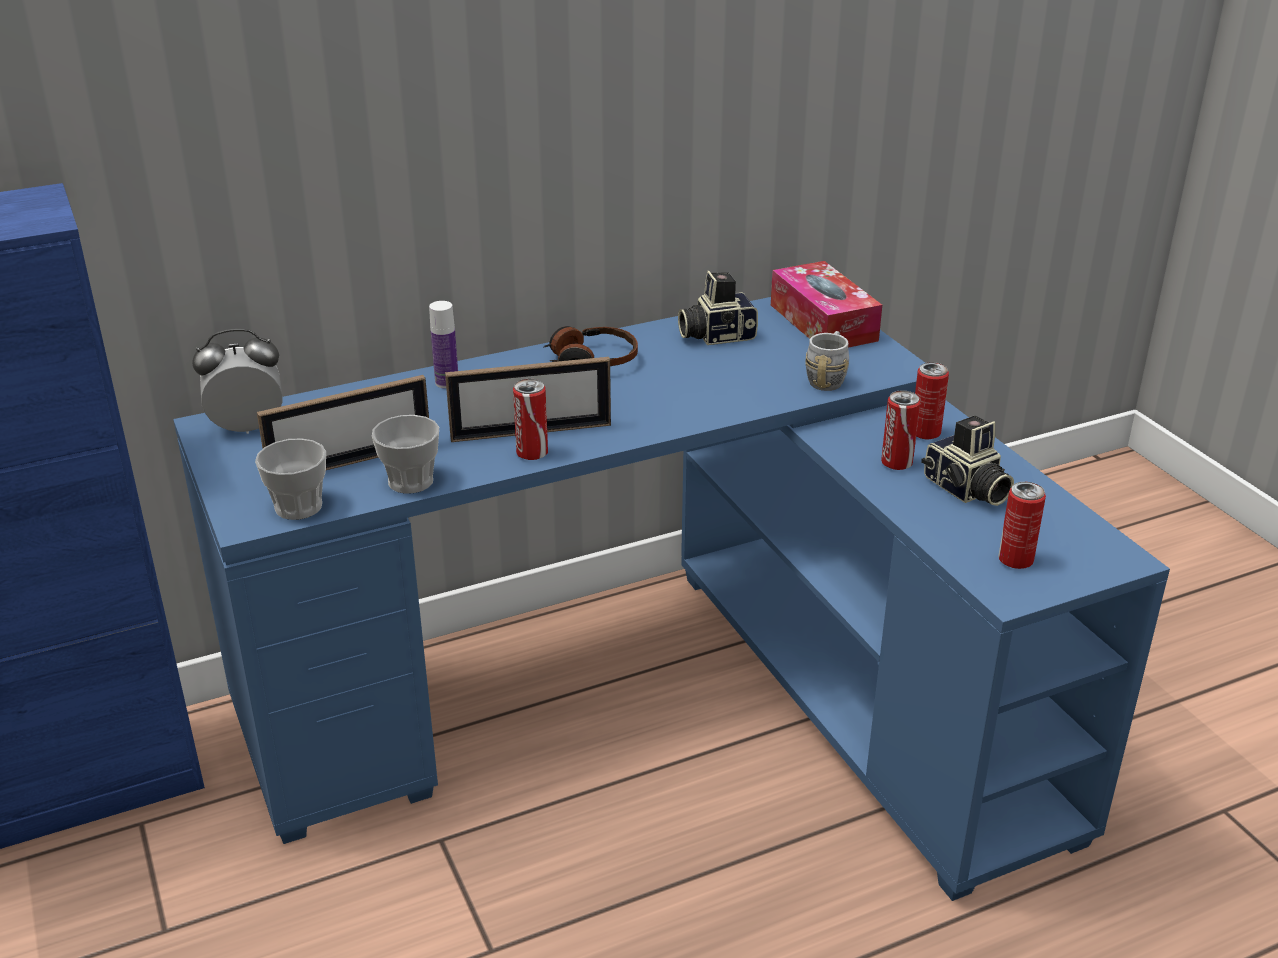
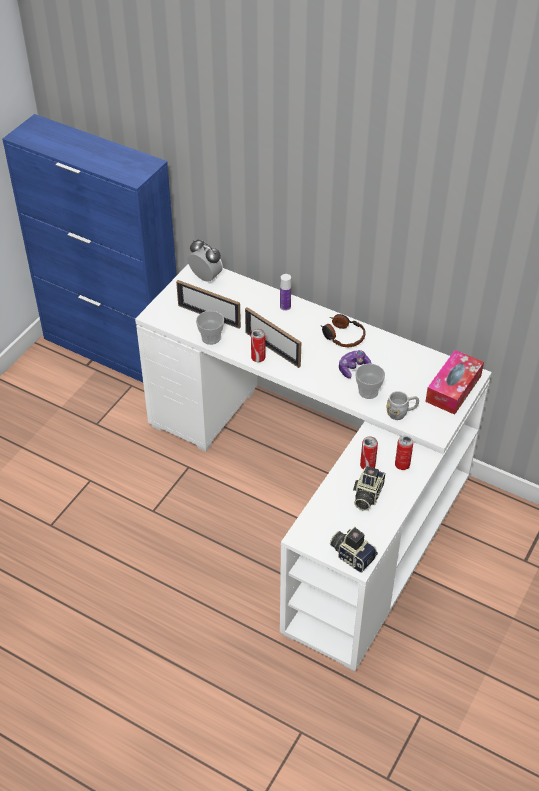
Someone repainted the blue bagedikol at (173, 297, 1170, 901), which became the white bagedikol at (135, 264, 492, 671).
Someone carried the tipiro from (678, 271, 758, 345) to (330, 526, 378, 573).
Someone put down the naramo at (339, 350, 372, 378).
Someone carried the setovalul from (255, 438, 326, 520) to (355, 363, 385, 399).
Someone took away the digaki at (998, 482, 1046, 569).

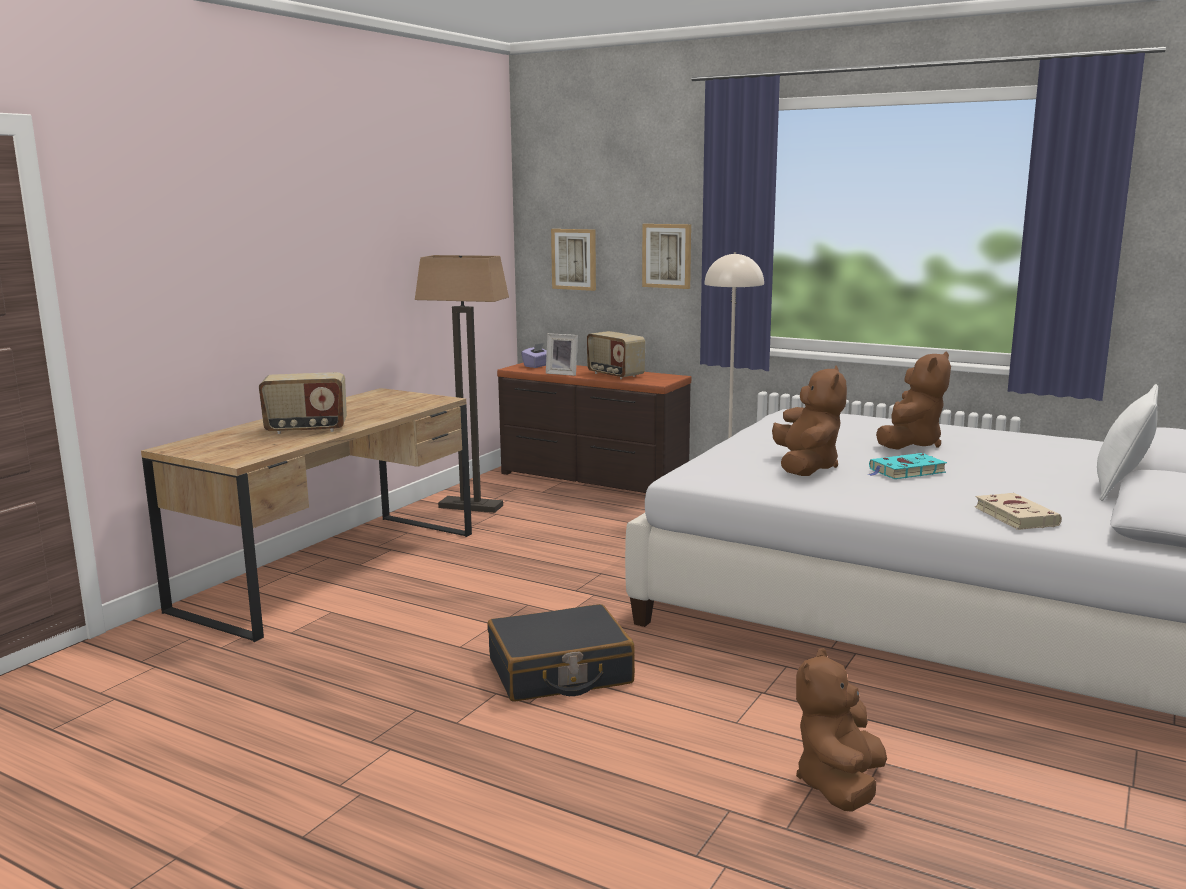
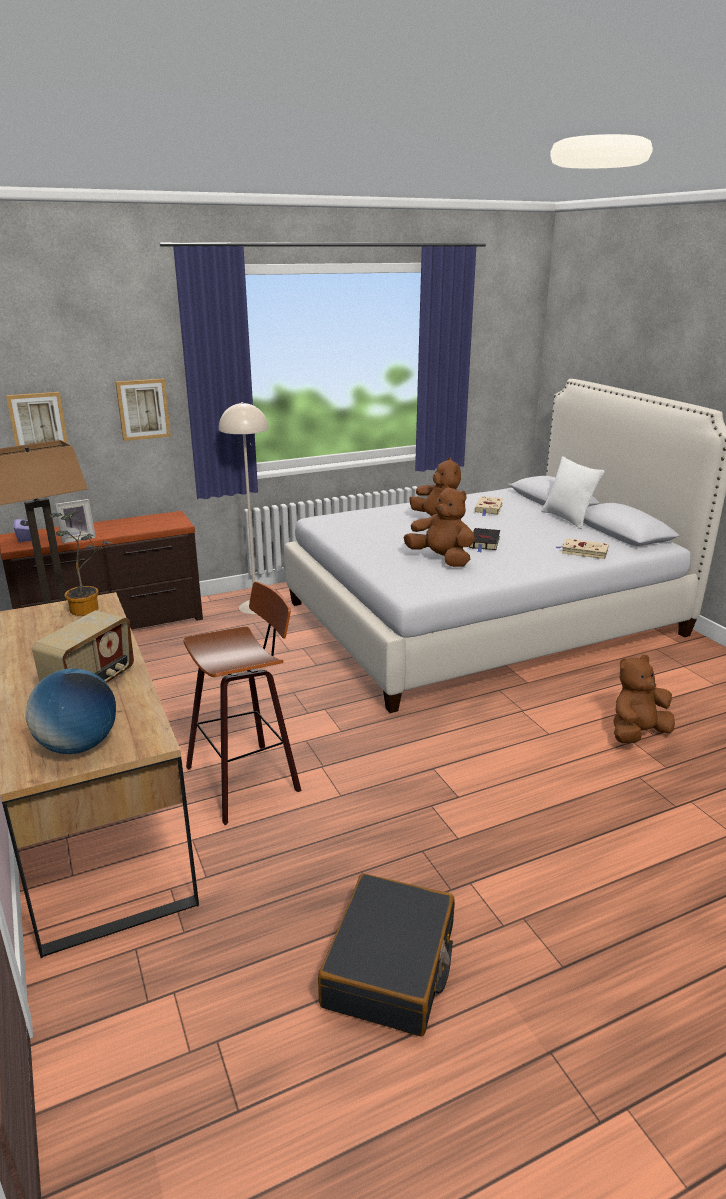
Someone put down the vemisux at (25, 668, 116, 754).
Someone put down the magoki at (49, 511, 113, 616).
Someone put down the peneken at (184, 582, 301, 825).
Someone carried the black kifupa from (488, 604, 635, 702) to (318, 873, 455, 1036).
Someone repainted the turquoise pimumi at (868, 453, 947, 479), which became the black pimumi at (469, 528, 500, 552).
Someone put down the beige pimumi at (474, 496, 503, 516).
Someone rotated the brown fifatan at (796, 648, 887, 812) by 90 degrees clockwise.
Someone took away the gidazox at (587, 331, 645, 379).

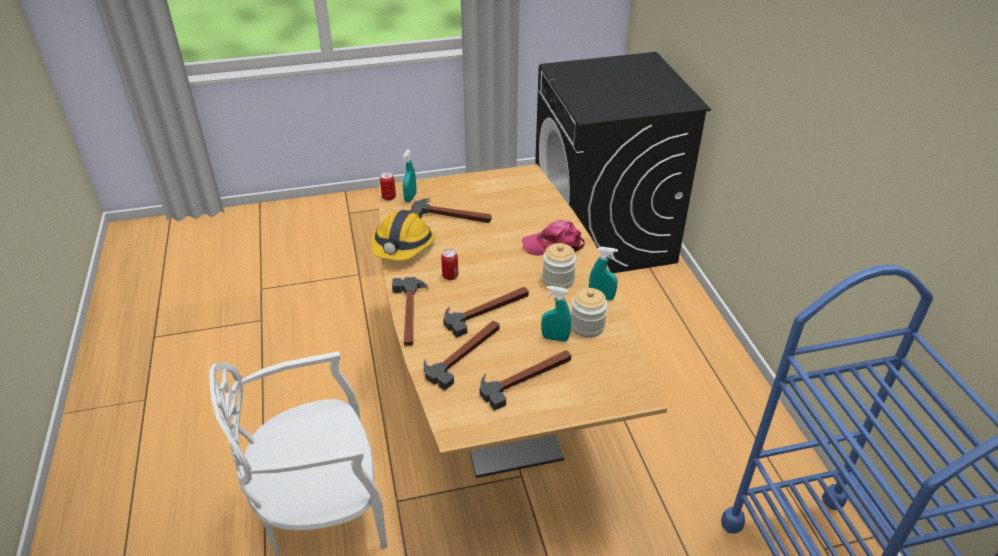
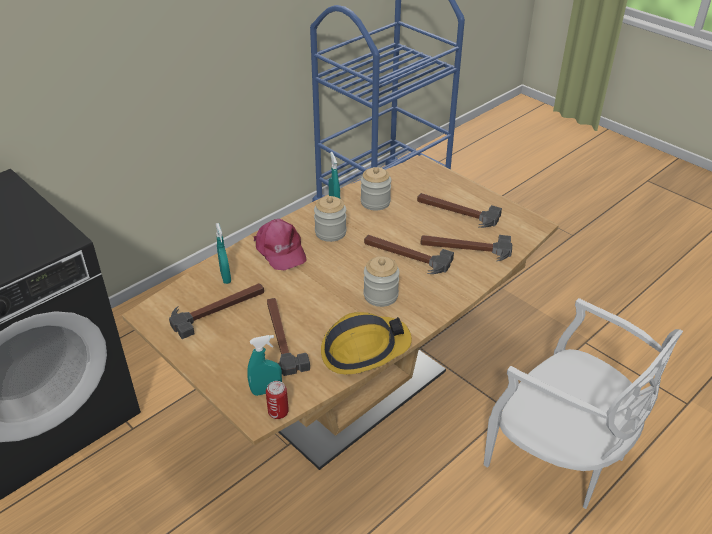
Someone carried the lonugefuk from (392, 277, 429, 346) to (169, 283, 264, 339).
Someone carried the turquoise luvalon from (541, 286, 571, 342) to (216, 223, 231, 284).
Someone swapped the digaki at (441, 249, 458, 280) for the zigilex at (363, 257, 400, 307).

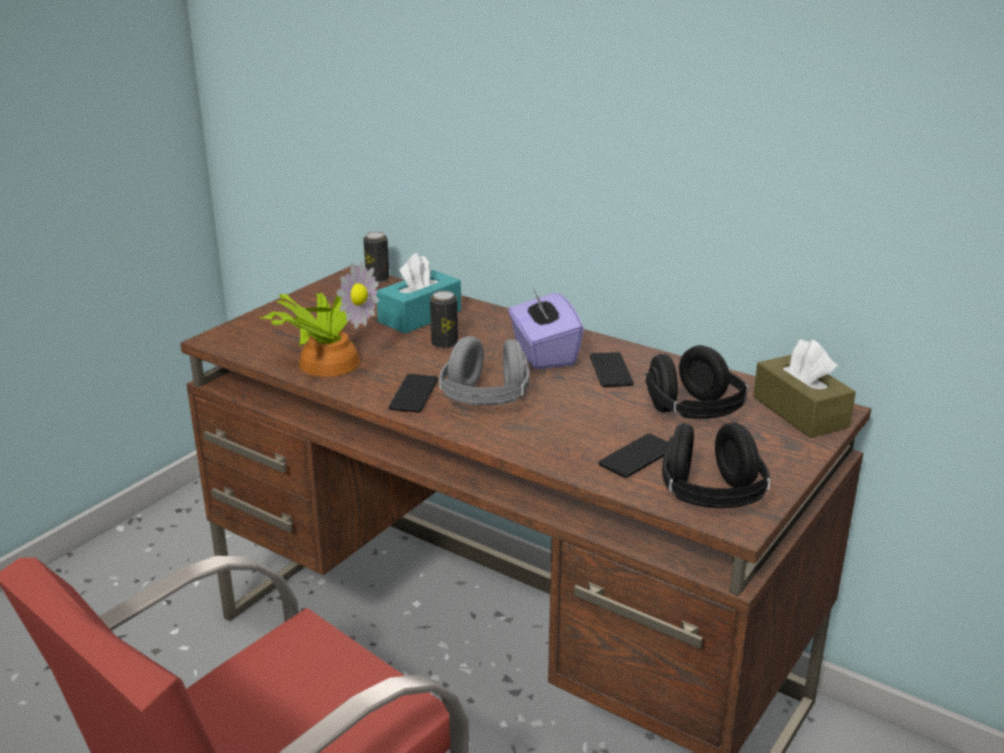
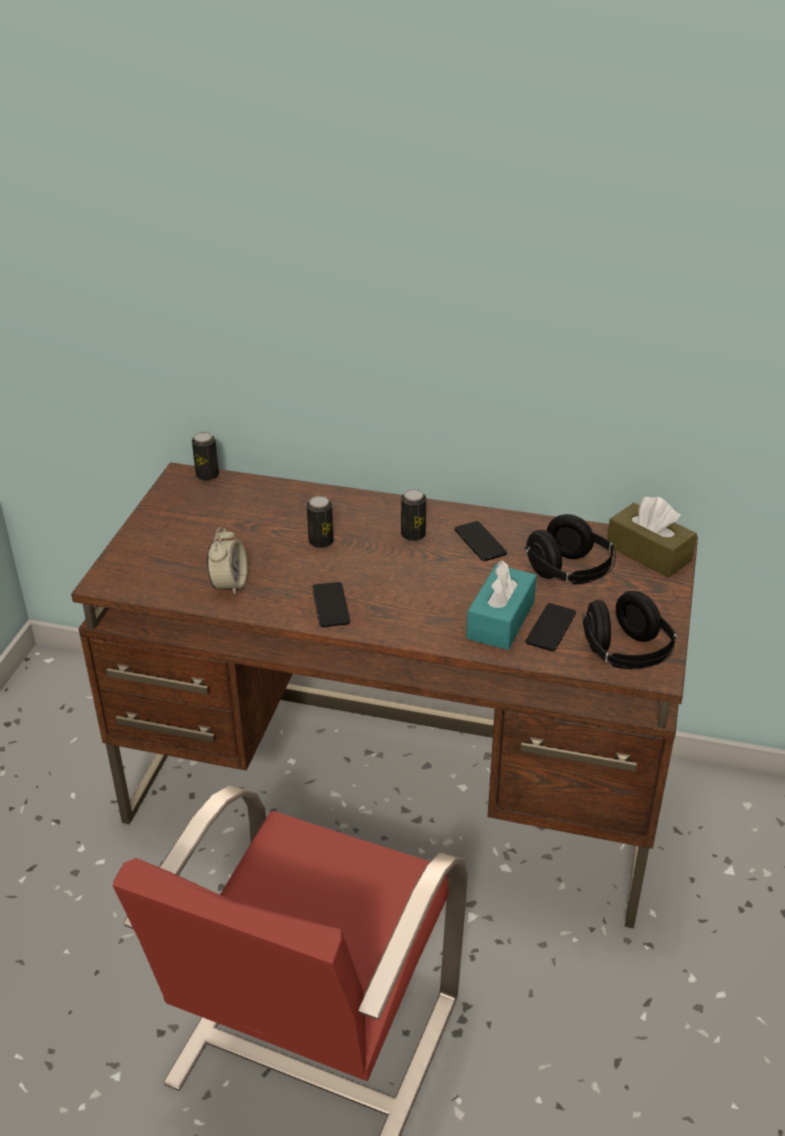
Someone swapped the magoki at (259, 262, 379, 377) for the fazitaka at (207, 527, 248, 596).
Someone swapped the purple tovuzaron at (508, 288, 584, 370) for the digaki at (401, 489, 426, 541).
Someone carried the turquoise tovuzaron from (376, 253, 461, 334) to (466, 560, 537, 650).
Someone took away the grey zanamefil at (439, 336, 529, 406).

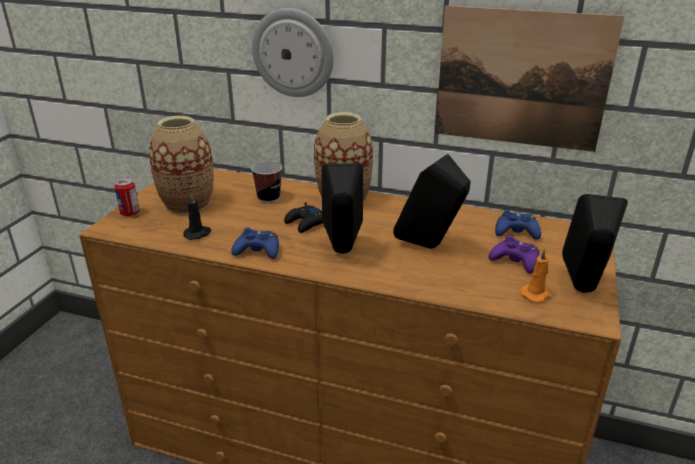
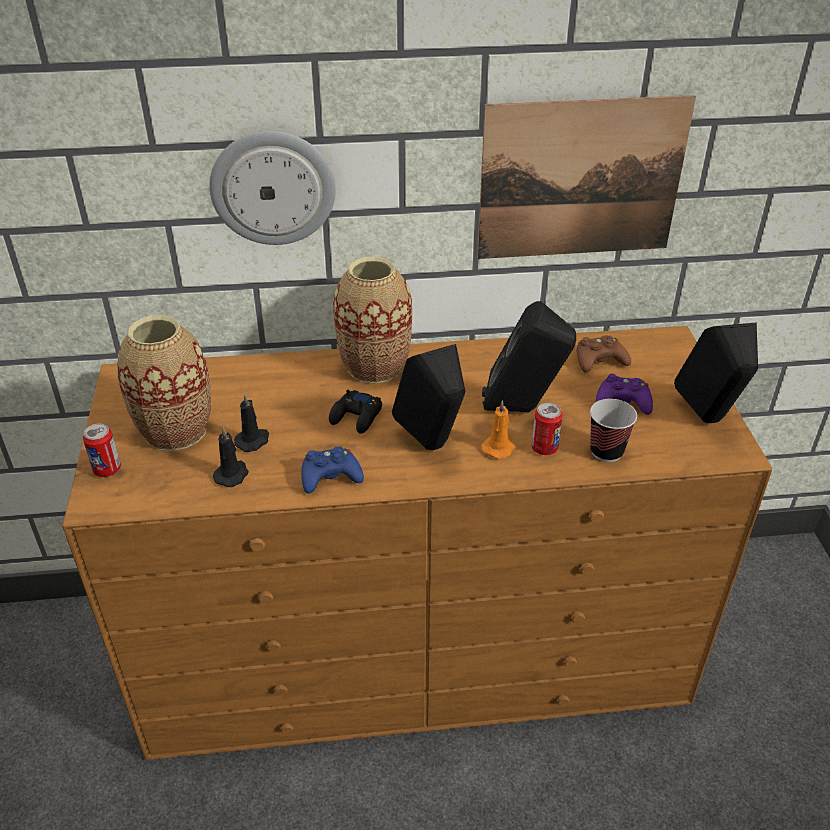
Someone put down the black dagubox at (234, 394, 269, 452).
Someone carried the orange dagubox from (520, 248, 551, 302) to (481, 400, 515, 459).
Someone put down the digaki at (531, 403, 563, 455).
Someone repainted the blue naramo at (495, 210, 541, 240), which became the brown naramo at (577, 335, 631, 373).
Someone carried the setovalul from (251, 161, 282, 203) to (590, 399, 637, 462).

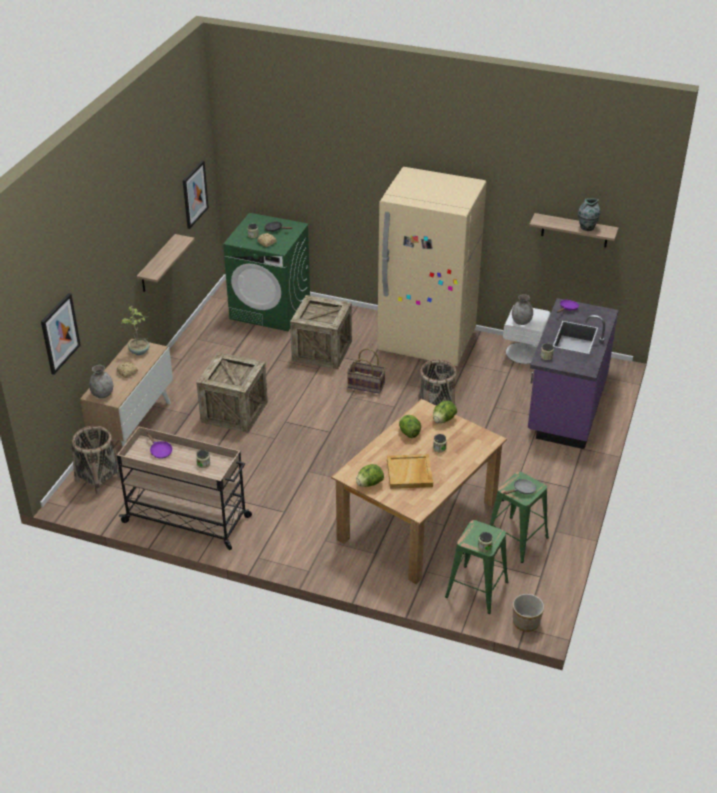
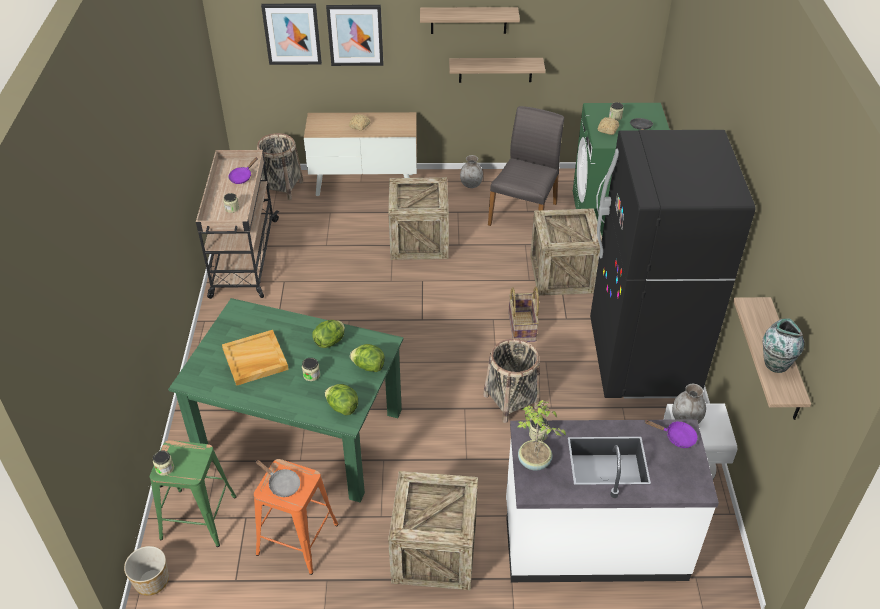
Someone repainted the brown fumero at (331, 399, 507, 584), which became the green fumero at (168, 298, 404, 503).
Someone repainted the green peneken at (490, 472, 549, 563), which became the orange peneken at (254, 459, 338, 575).
Someone carried the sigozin from (356, 464, 384, 487) to (325, 384, 358, 415).
Someone carried the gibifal from (183, 160, 209, 229) to (326, 5, 383, 66).
Someone put down the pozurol at (388, 471, 478, 590).
Someone put up the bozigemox at (420, 7, 520, 34).
Someone carried the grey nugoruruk from (89, 365, 113, 398) to (460, 155, 483, 188).
Someone put down the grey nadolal at (488, 106, 564, 226).
Someone repainted the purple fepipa at (528, 298, 619, 449), which became the white fepipa at (506, 419, 719, 582).
Someone carried the magoki from (121, 306, 150, 355) to (518, 400, 566, 471).
Someone repainted the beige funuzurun at (377, 167, 487, 366), which became the black funuzurun at (590, 130, 755, 399).

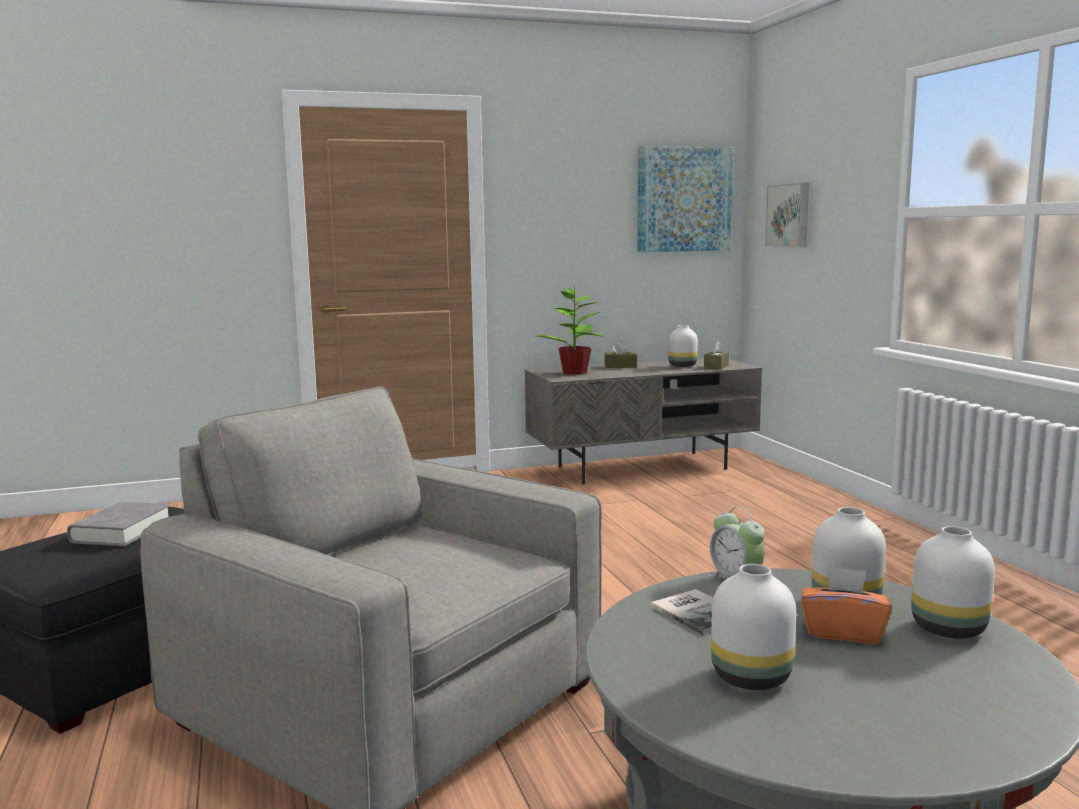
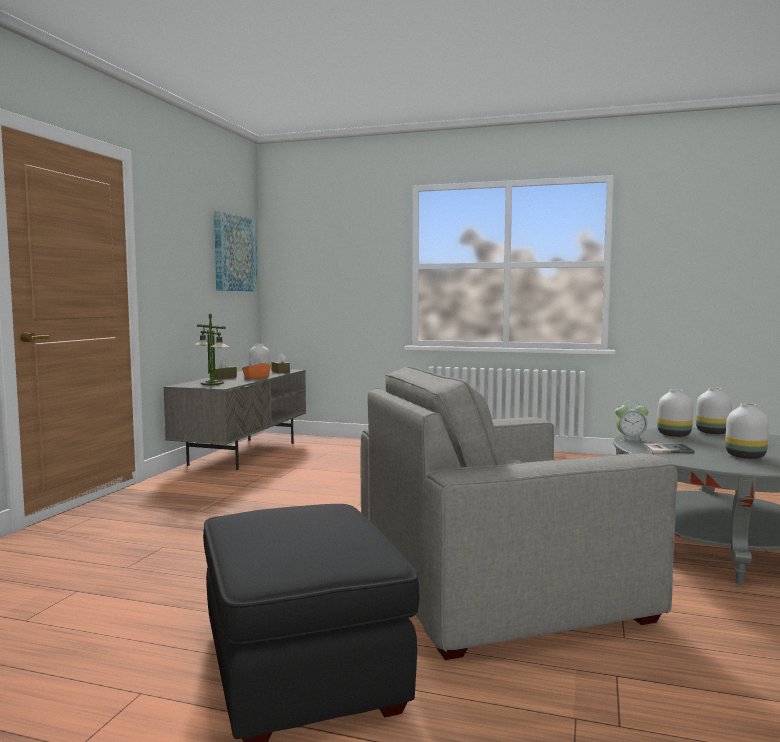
Someone swapped the magoki at (537, 286, 605, 375) for the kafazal at (194, 314, 229, 385).
Someone carried the orange tovuzaron from (801, 567, 892, 644) to (242, 358, 271, 379).
Someone took away the grey pimumi at (67, 502, 170, 547).
Someone took away the gibifal at (765, 183, 809, 247).

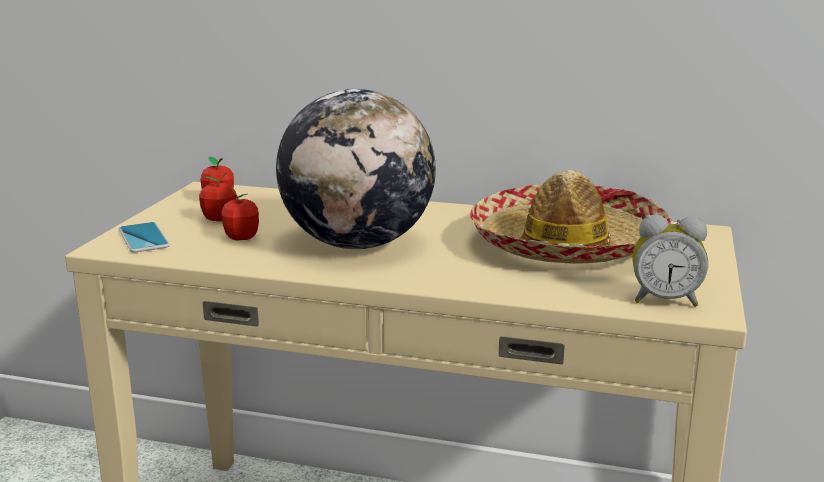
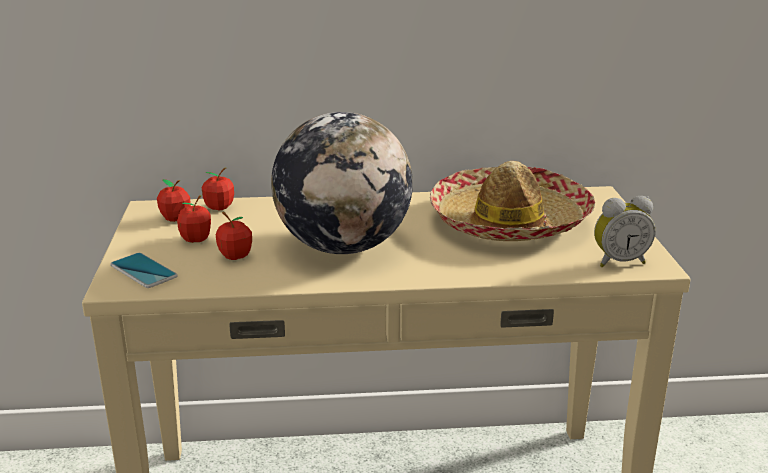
Someone put down the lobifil at (202, 167, 234, 210).

